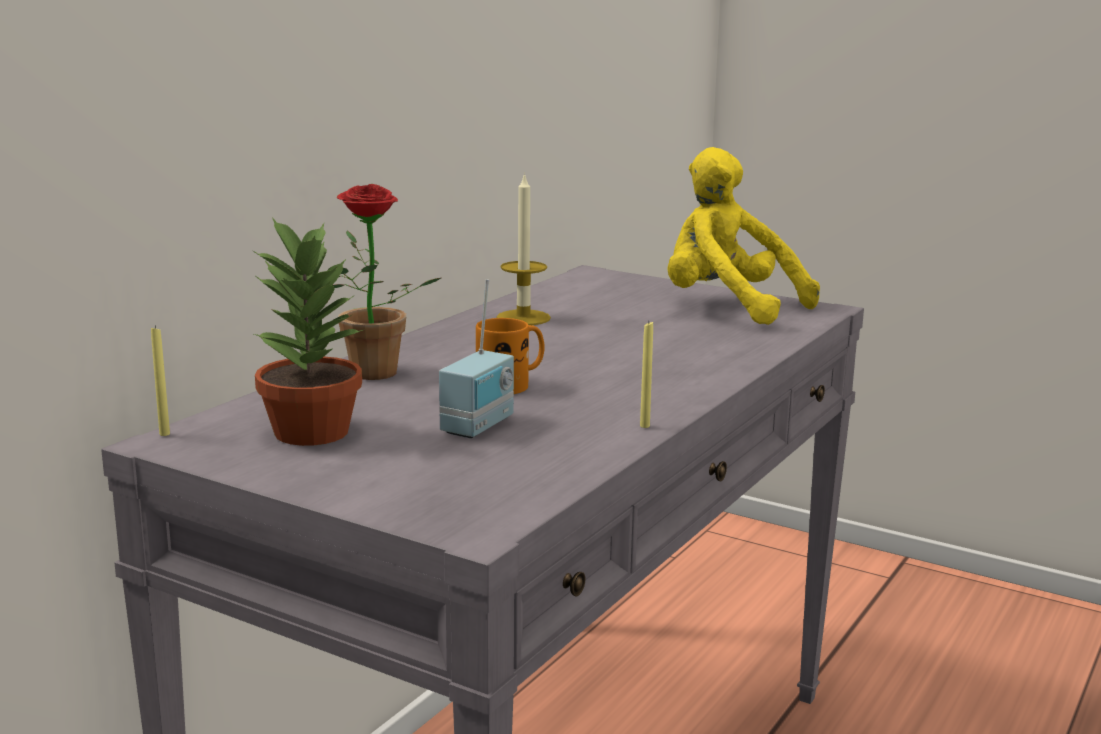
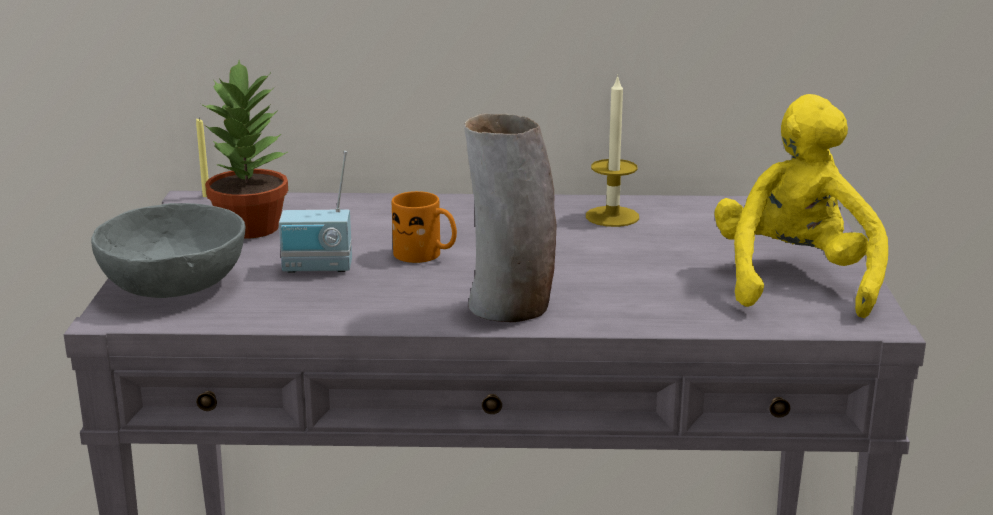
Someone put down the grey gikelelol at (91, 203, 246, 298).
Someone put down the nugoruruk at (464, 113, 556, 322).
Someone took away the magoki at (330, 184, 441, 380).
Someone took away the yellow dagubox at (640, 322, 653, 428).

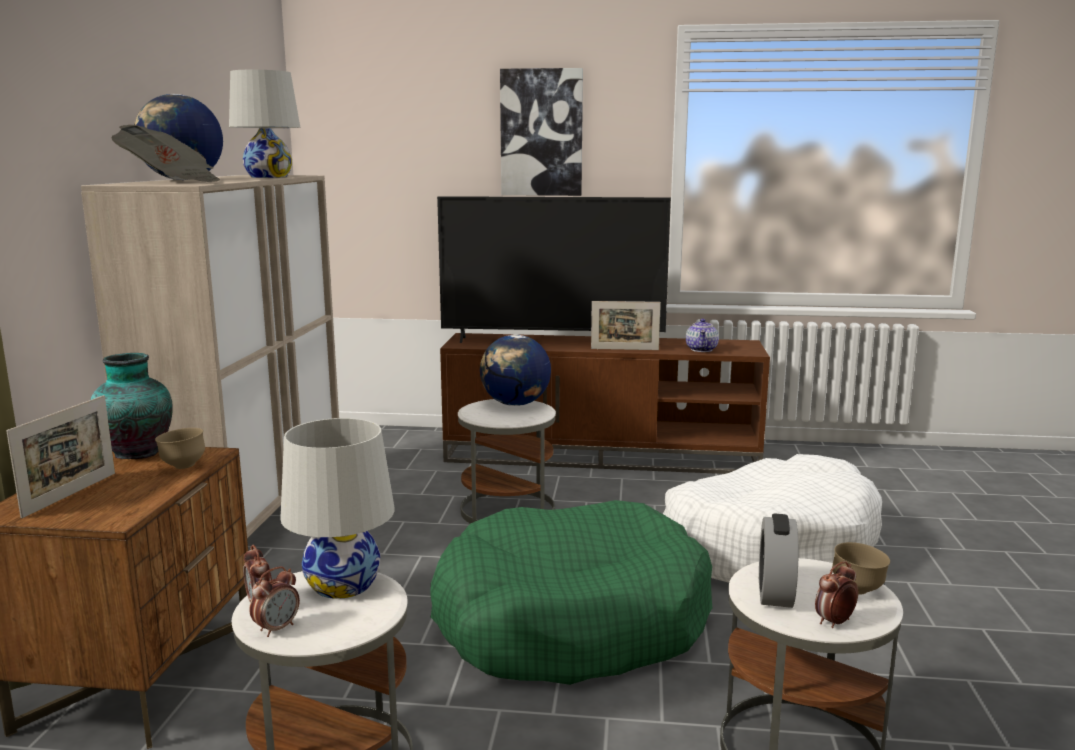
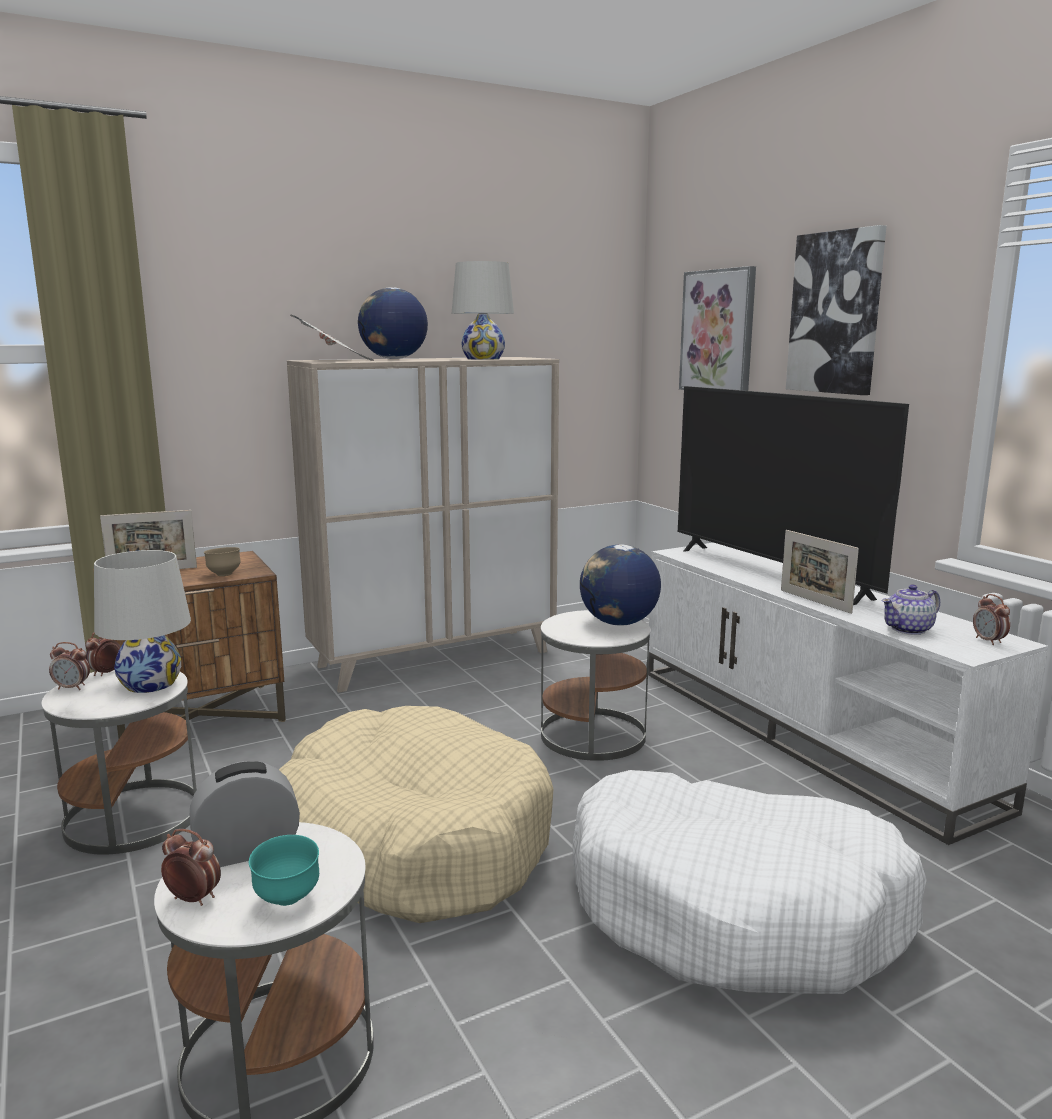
Someone repainted the brown gikelelol at (832, 542, 890, 594), which became the turquoise gikelelol at (249, 835, 319, 906).
Someone repainted the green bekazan at (430, 500, 712, 685), which became the beige bekazan at (279, 706, 553, 923).
Someone repainted the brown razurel at (440, 333, 770, 474), which became the white razurel at (648, 543, 1048, 845).
Someone put up the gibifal at (679, 266, 756, 391).
Someone put down the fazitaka at (973, 594, 1010, 645).
Someone took away the nugoruruk at (91, 353, 173, 459).

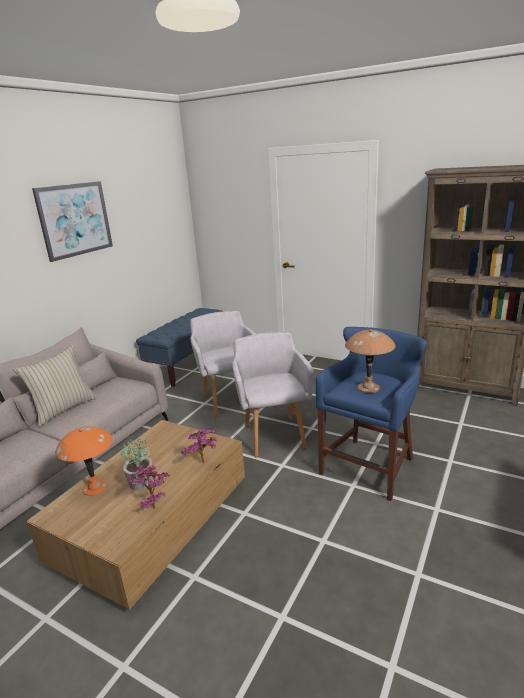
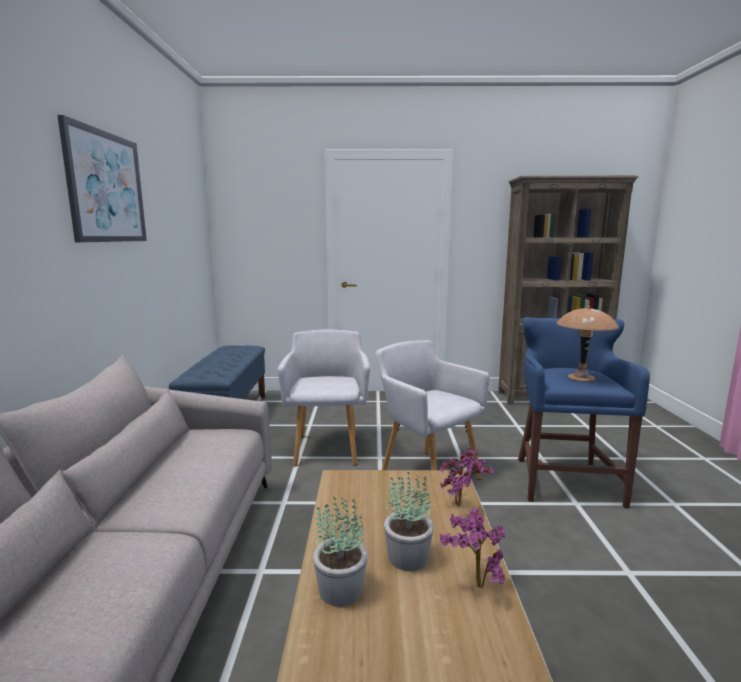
Someone rotated the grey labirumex at (190, 311, 256, 418) by 45 degrees clockwise.
Someone swapped the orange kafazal at (55, 426, 113, 496) for the magoki at (313, 495, 368, 607).
Someone took away the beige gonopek at (13, 345, 97, 426).

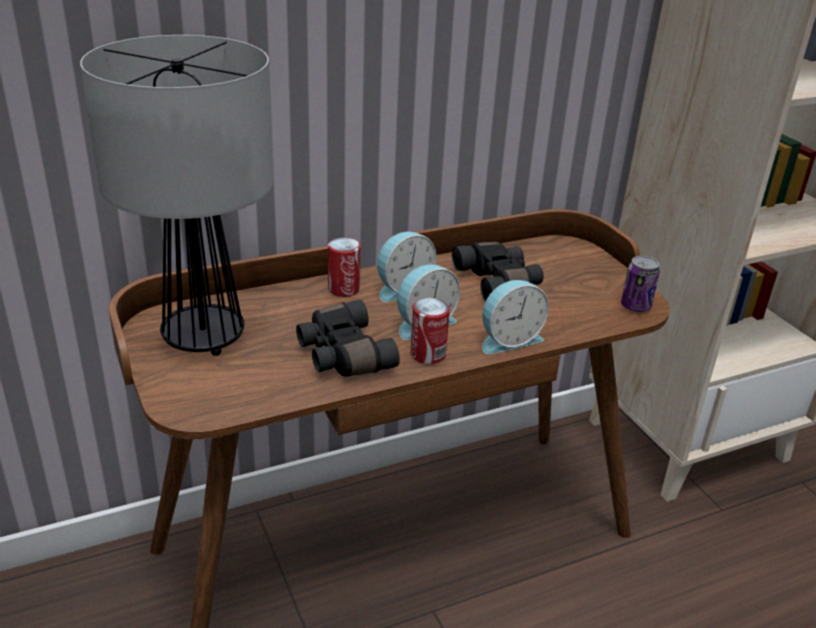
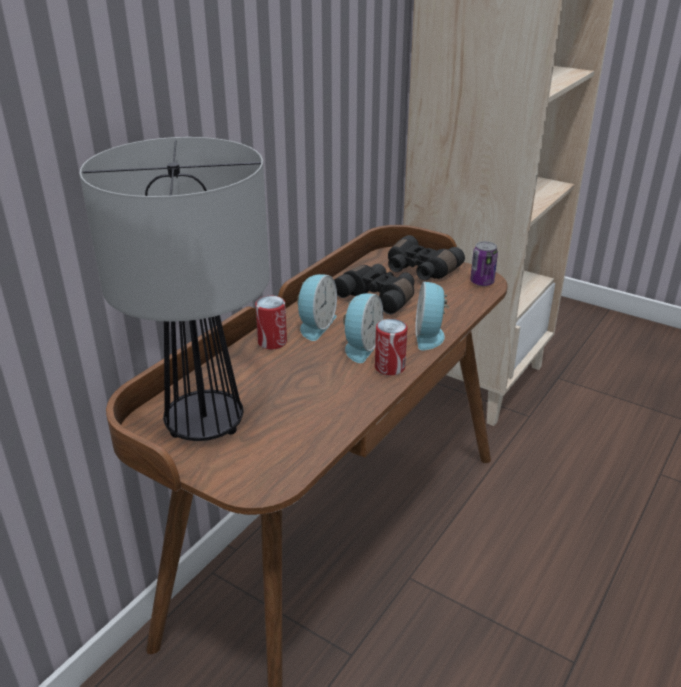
Someone carried the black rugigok from (296, 300, 400, 377) to (388, 235, 465, 280).
Someone rotated the fazitaka at (482, 280, 549, 354) by 150 degrees clockwise.

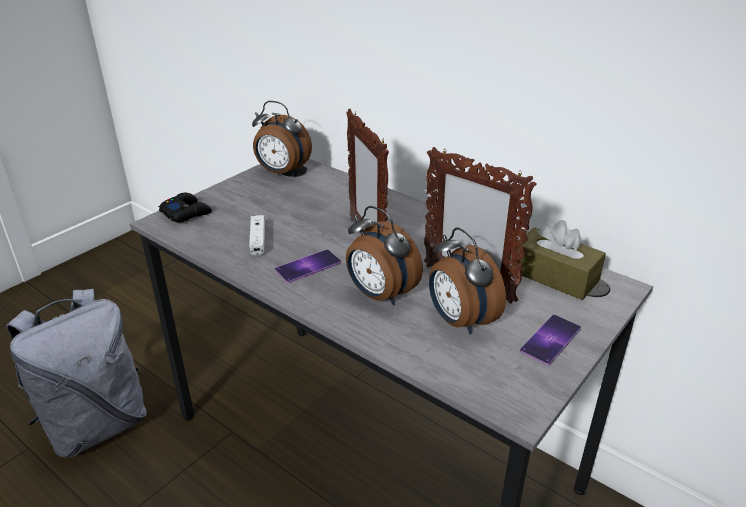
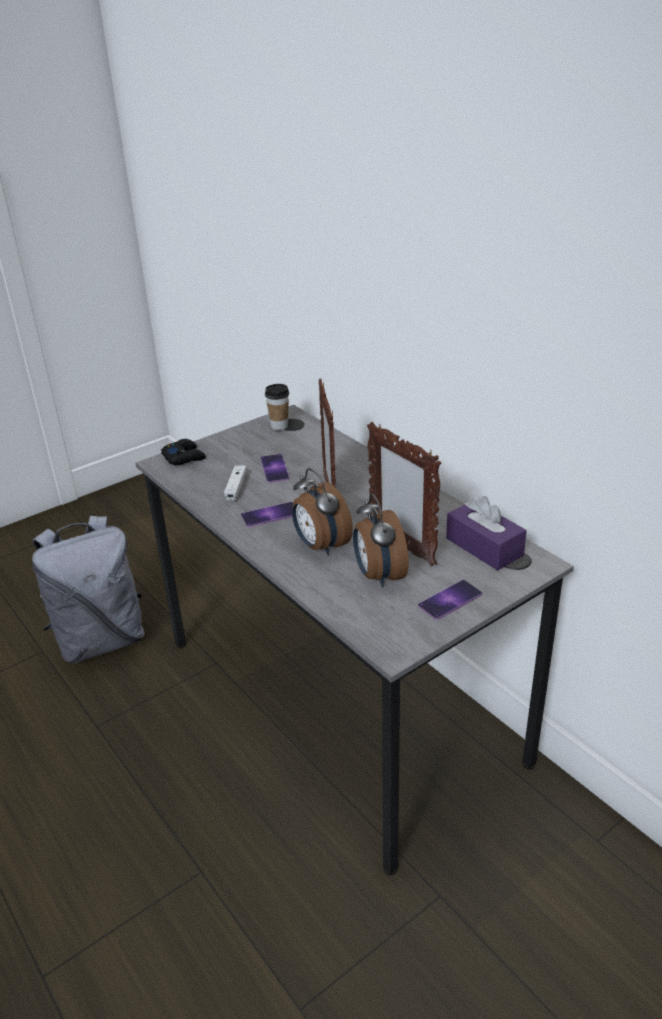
Someone put down the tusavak at (260, 454, 290, 483).
Someone swapped the fazitaka at (252, 101, 312, 176) for the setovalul at (265, 384, 289, 430).
Someone repainted the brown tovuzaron at (512, 220, 606, 300), which became the purple tovuzaron at (446, 496, 527, 571).

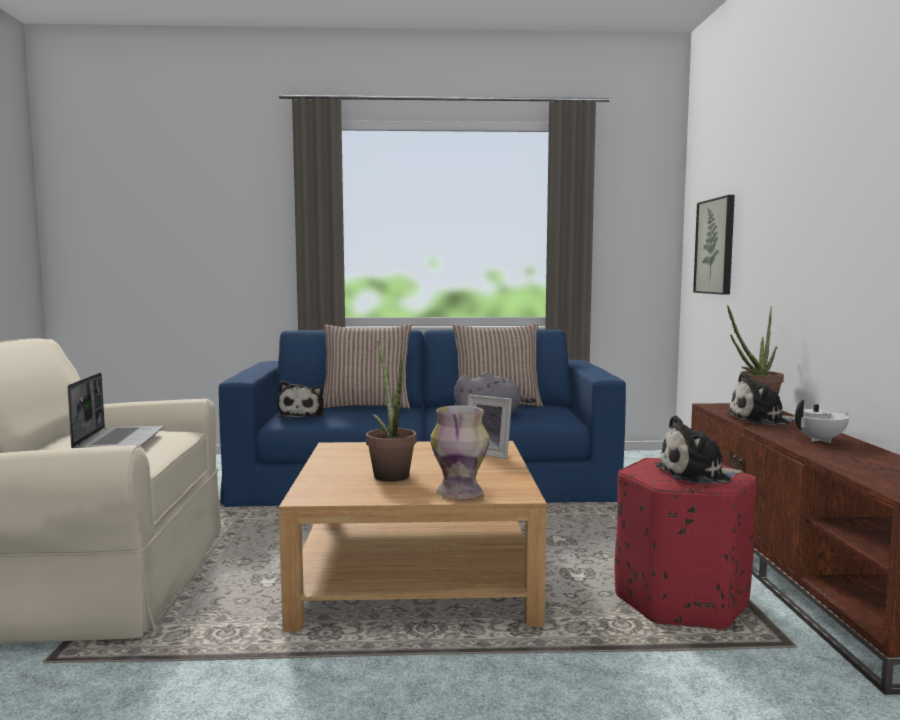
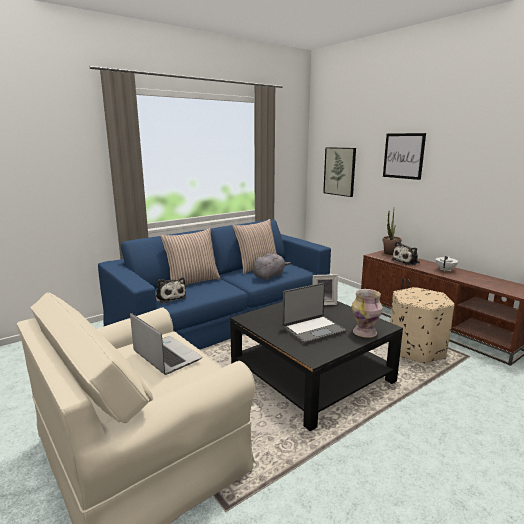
Someone repainted the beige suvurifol at (279, 441, 547, 632), which became the black suvurifol at (230, 301, 403, 431).
Someone swapped the magoki at (366, 341, 416, 482) for the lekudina at (282, 283, 346, 344).
Someone put up the gibifal at (383, 133, 426, 180).
Someone repainted the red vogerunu at (615, 458, 757, 629), which became the beige vogerunu at (390, 287, 454, 364).
Someone took away the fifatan at (656, 415, 743, 484).

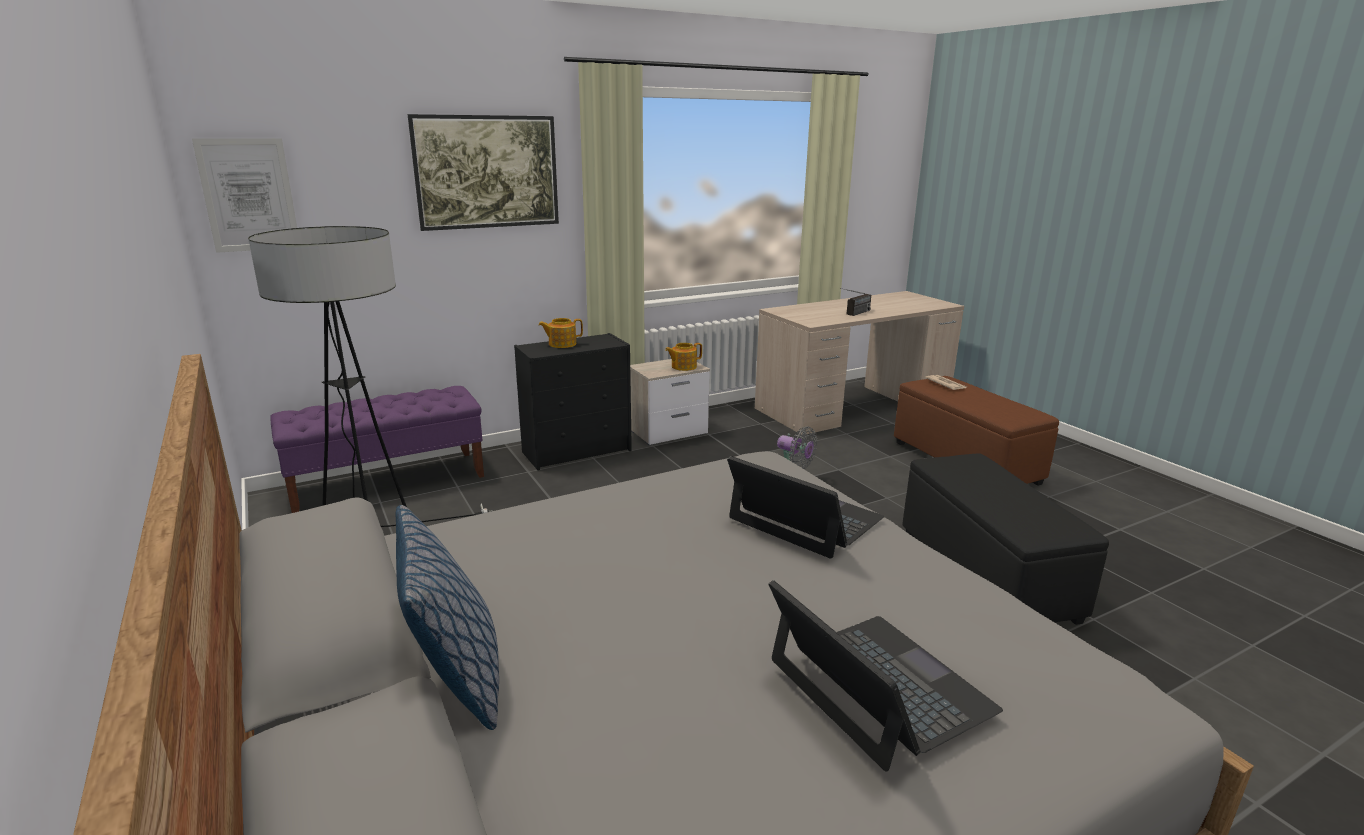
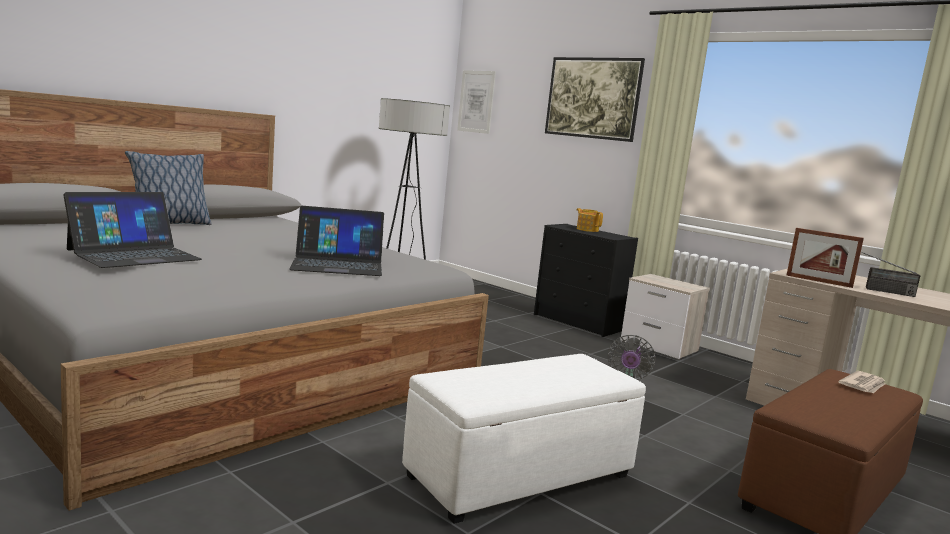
Someone rotated the lekudina at (727, 456, 884, 559) by 60 degrees clockwise.
Someone repainted the black vogerunu at (902, 453, 1109, 625), which became the white vogerunu at (402, 354, 646, 524).
Someone put down the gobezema at (787, 228, 864, 288).
Someone took away the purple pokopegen at (270, 386, 484, 513).
Someone took away the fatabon at (665, 343, 702, 371).

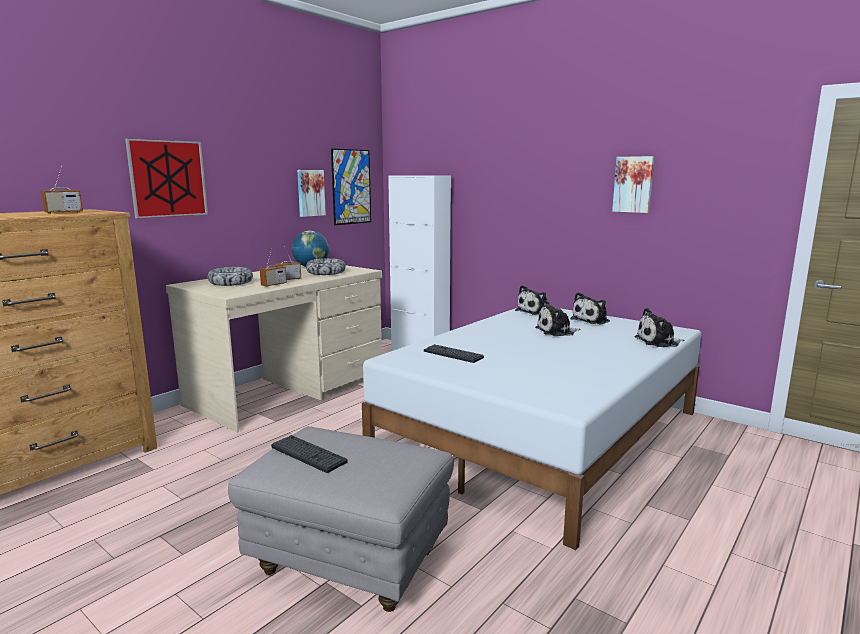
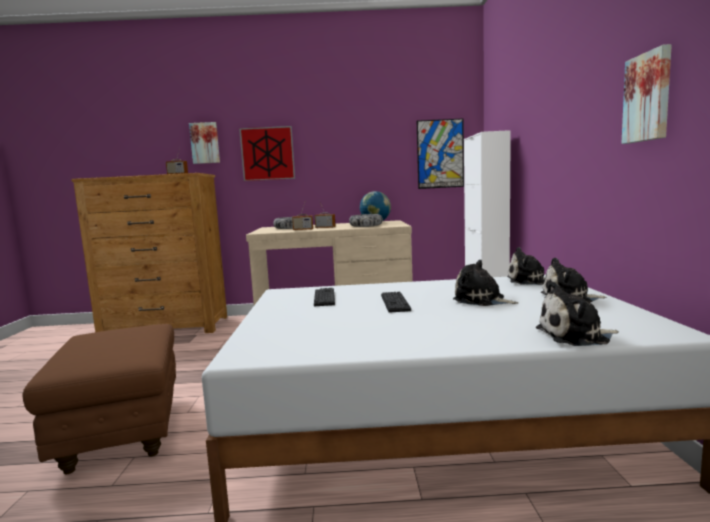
Someone repainted the grey vogerunu at (228, 426, 454, 612), which became the brown vogerunu at (23, 324, 176, 474).
Someone carried the gibifal from (297, 170, 326, 217) to (189, 122, 220, 164).
Someone carried the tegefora from (271, 435, 348, 473) to (381, 292, 411, 312).
Someone rotated the fifatan at (634, 308, 685, 347) by 45 degrees counterclockwise.

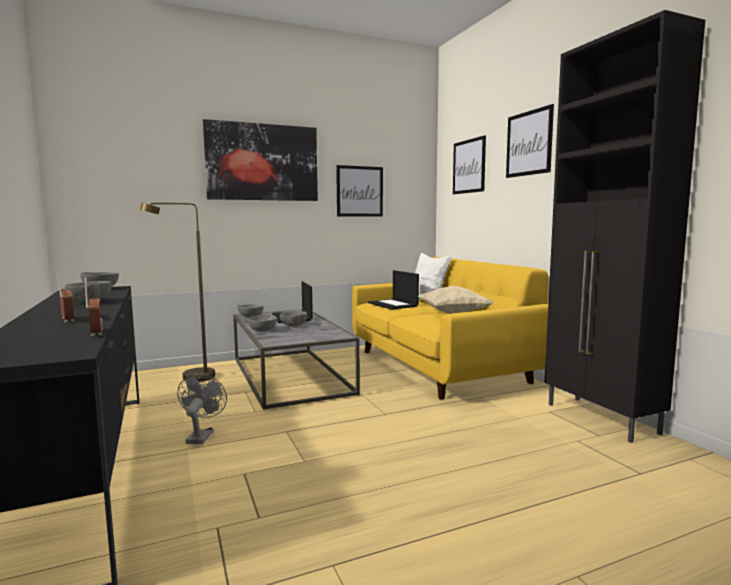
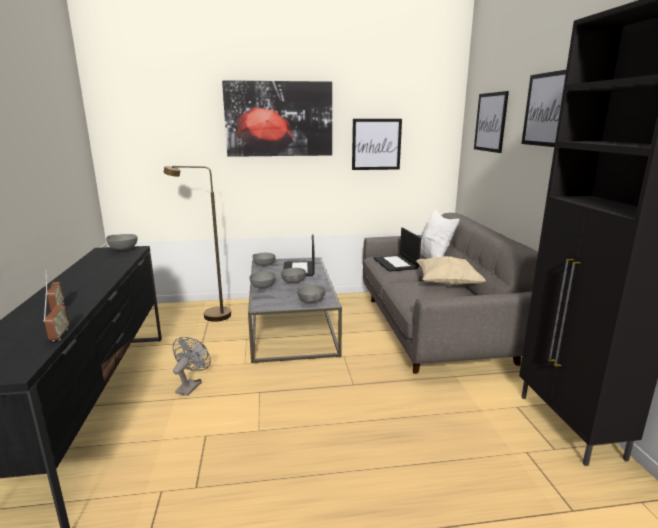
Someone carried the grey gikelelol from (65, 281, 112, 303) to (297, 285, 325, 303).
Someone repainted the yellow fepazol at (352, 257, 548, 400), which became the grey fepazol at (363, 213, 538, 374).

